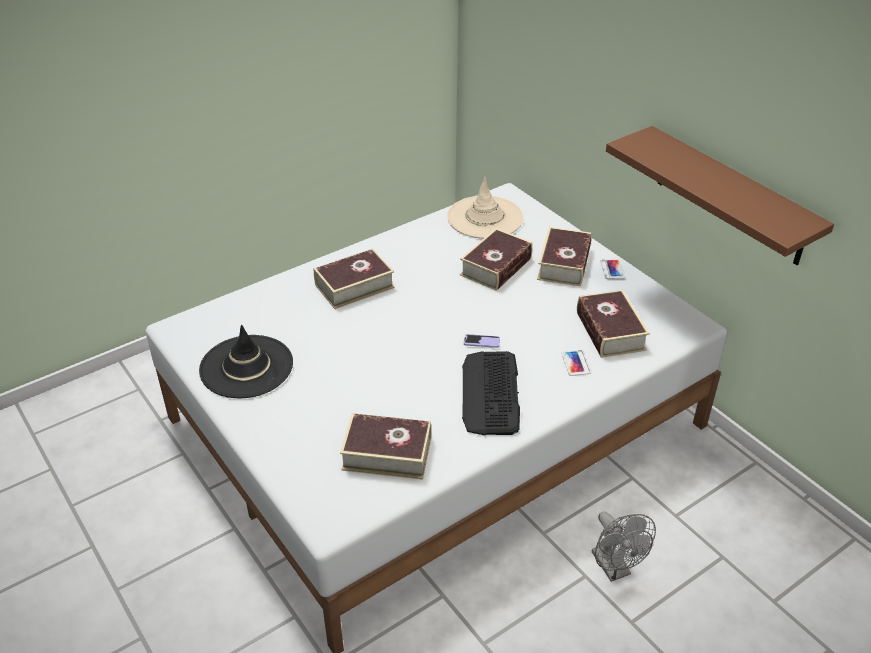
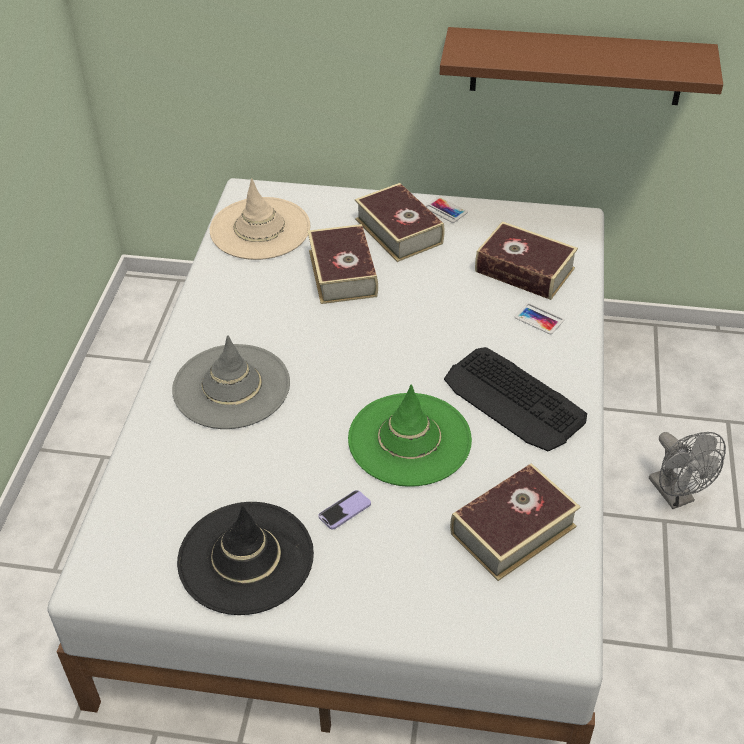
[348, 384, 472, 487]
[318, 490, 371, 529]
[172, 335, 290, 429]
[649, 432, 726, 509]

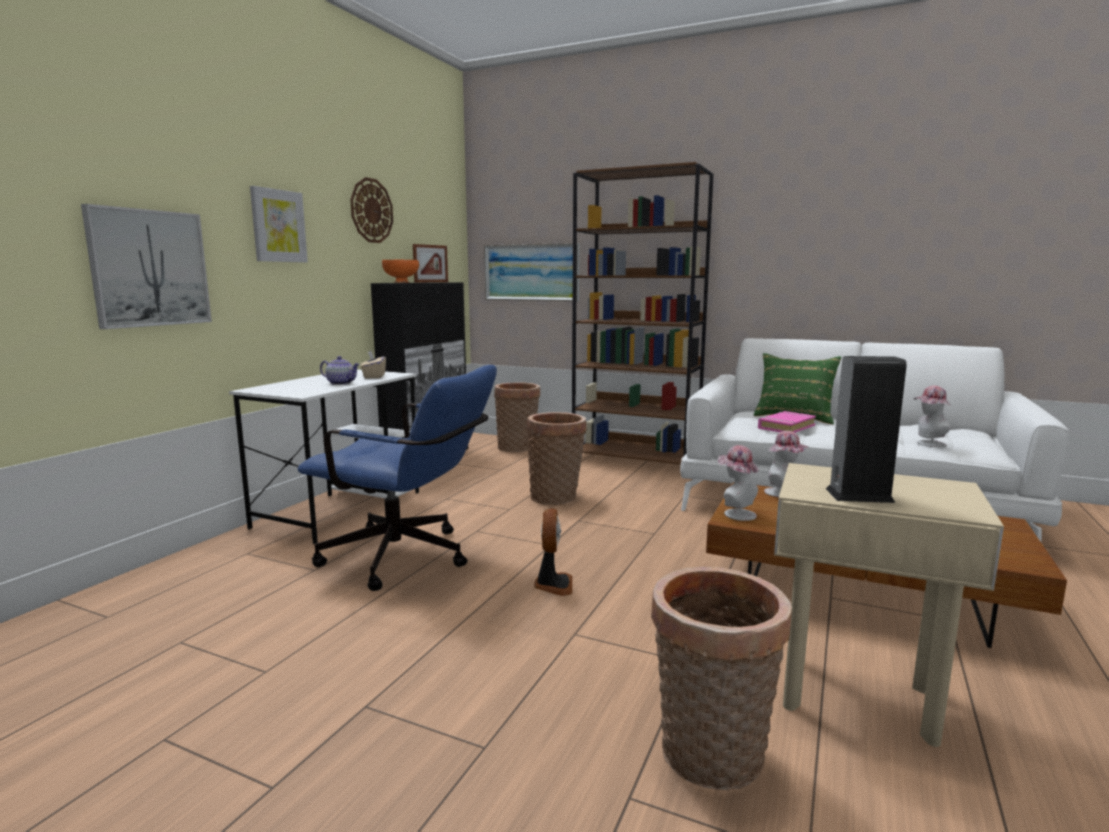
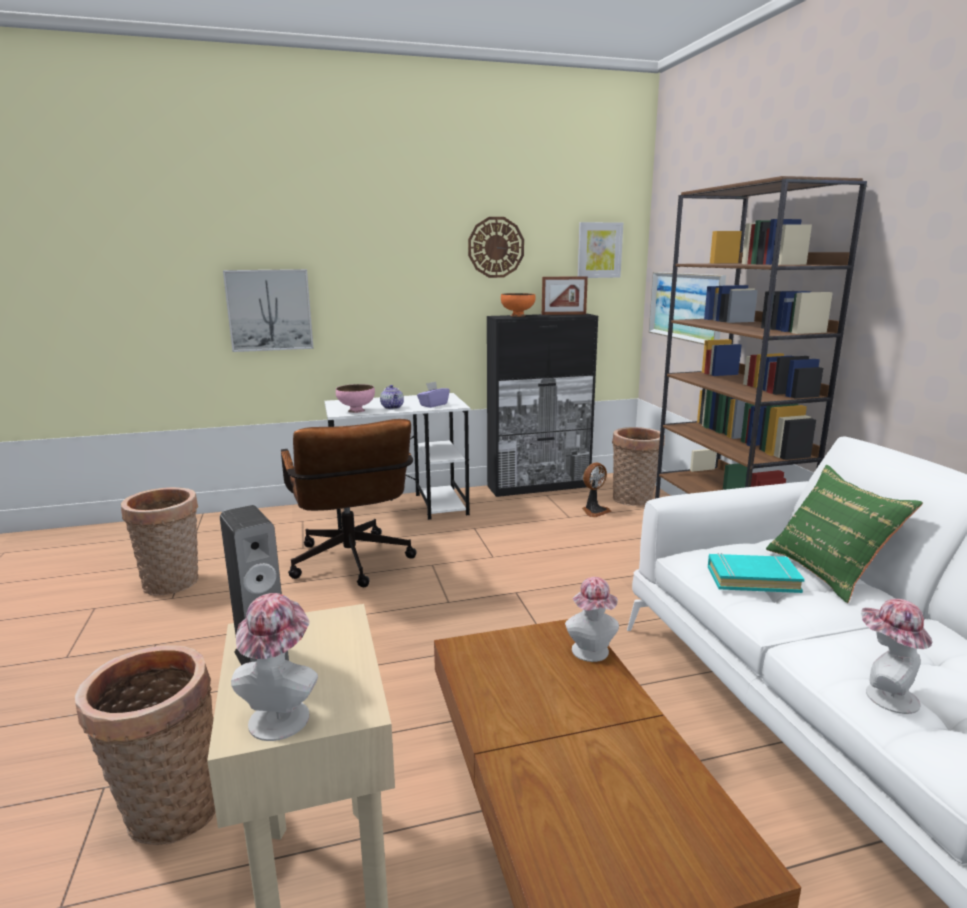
[336, 384, 375, 413]
[577, 222, 623, 278]
[121, 487, 199, 596]
[582, 463, 612, 518]
[231, 593, 318, 741]
[281, 419, 417, 587]
[417, 382, 450, 408]
[708, 553, 805, 593]

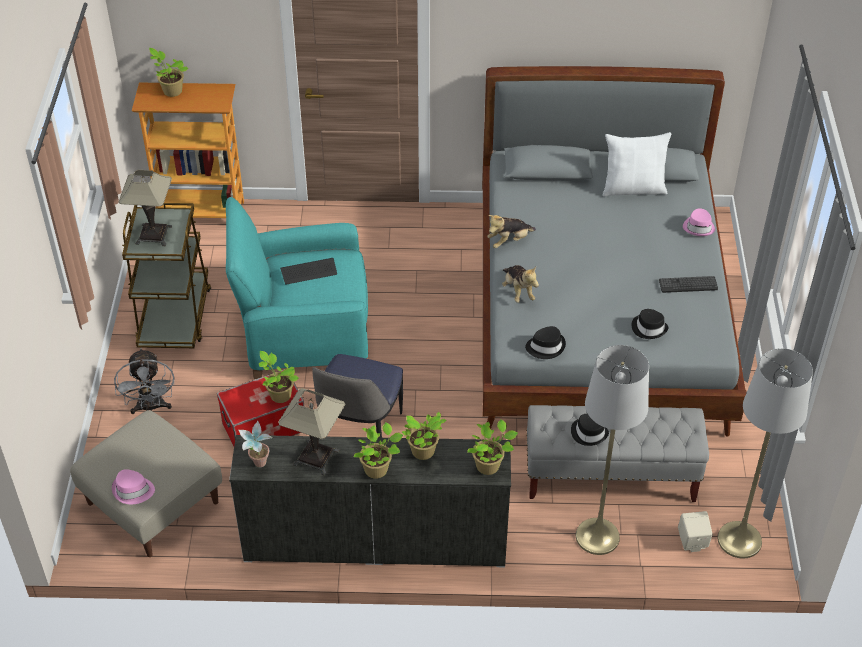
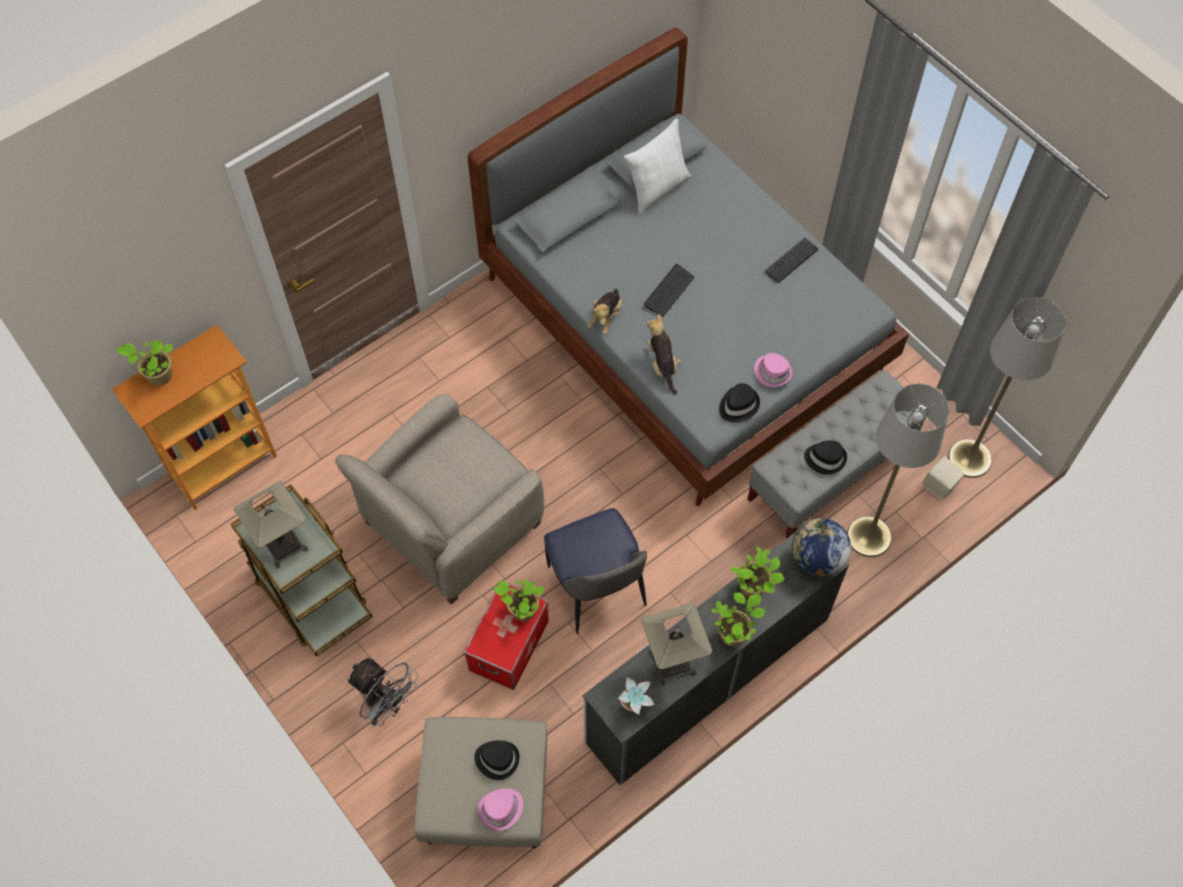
[644, 264, 694, 317]
[474, 740, 520, 780]
[754, 353, 794, 387]
[792, 518, 851, 577]
[335, 394, 544, 605]
[646, 314, 681, 395]

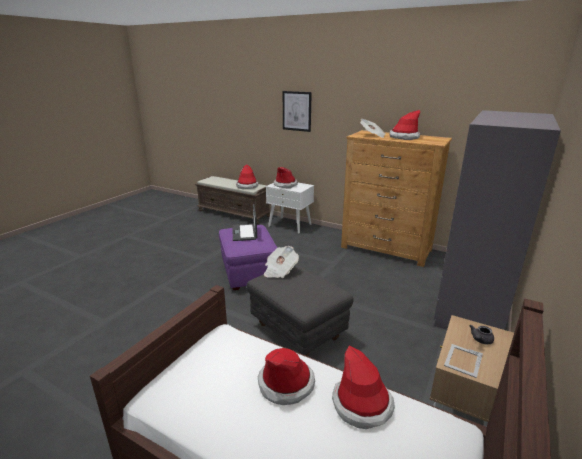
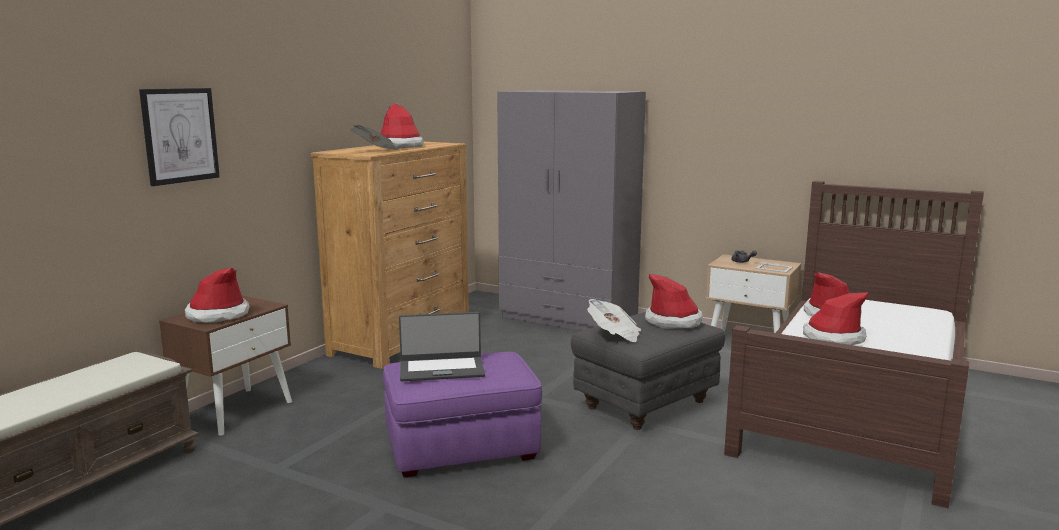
[645, 274, 703, 329]
[159, 296, 292, 436]

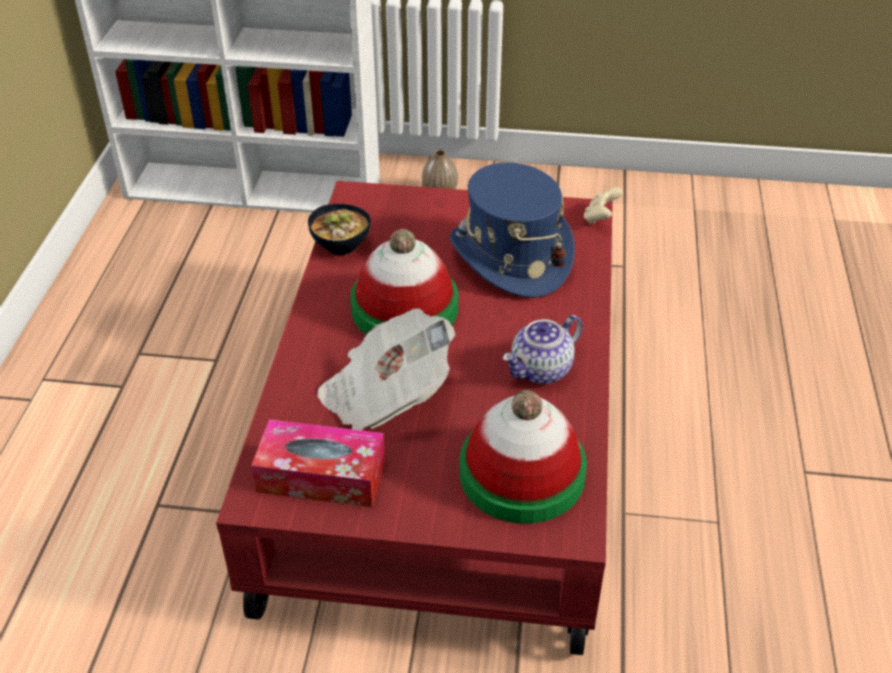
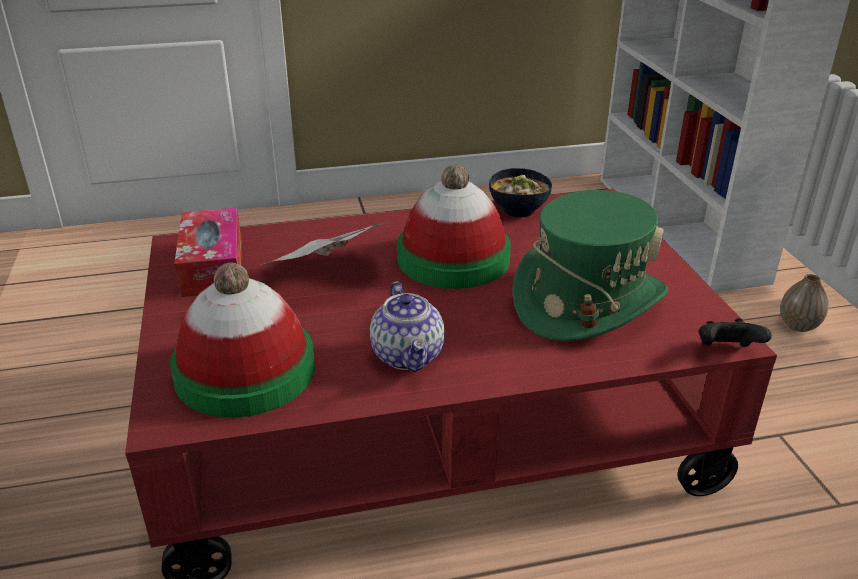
[512, 190, 668, 341]
[699, 318, 772, 347]
[370, 281, 445, 372]

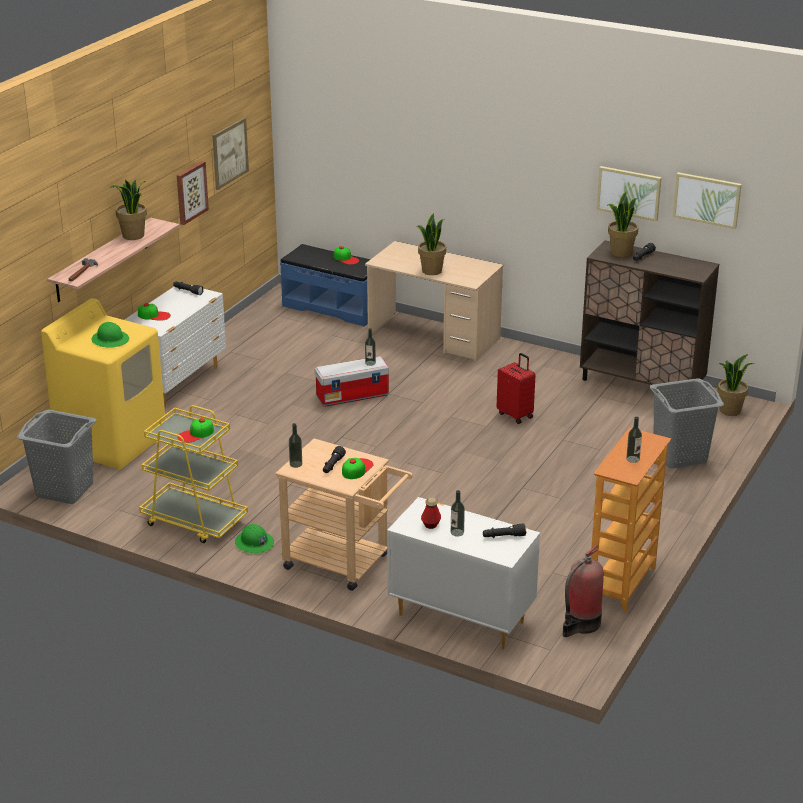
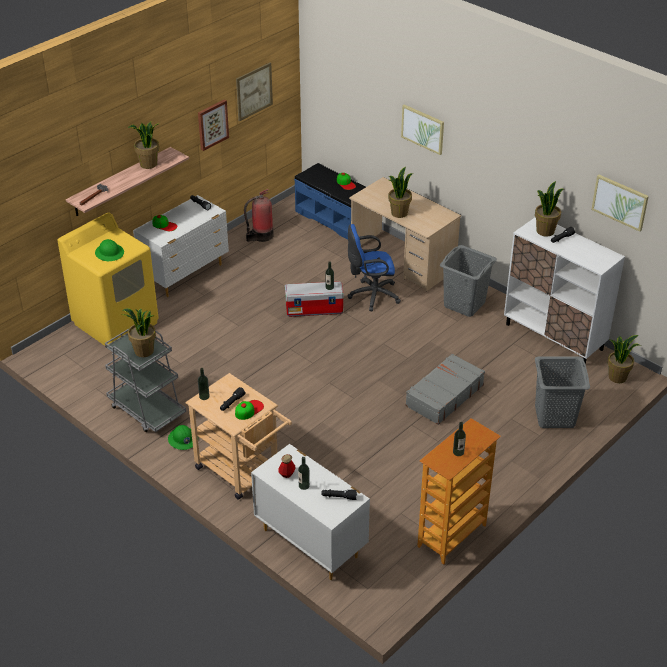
[497, 353, 535, 424] (first image)
[348, 224, 401, 311]
[405, 353, 485, 425]
[440, 245, 497, 317]
[244, 189, 274, 242]
[401, 105, 444, 155]
[122, 308, 156, 357]
[105, 329, 186, 432]
[504, 217, 625, 365]

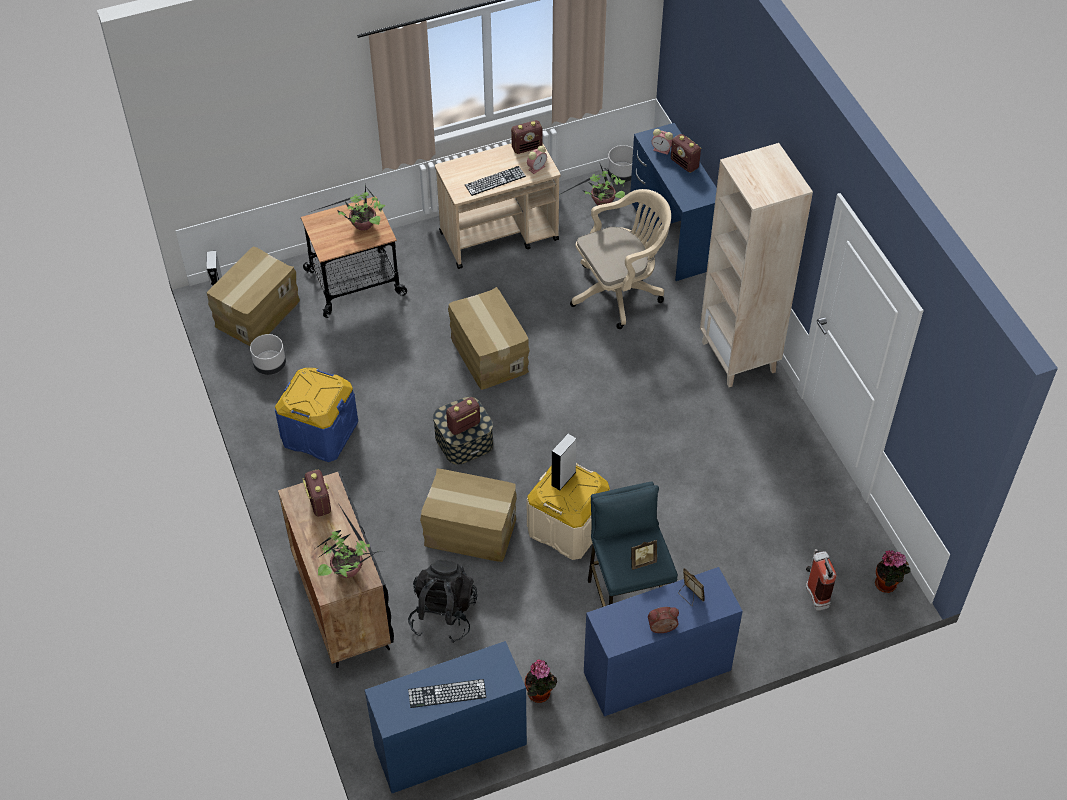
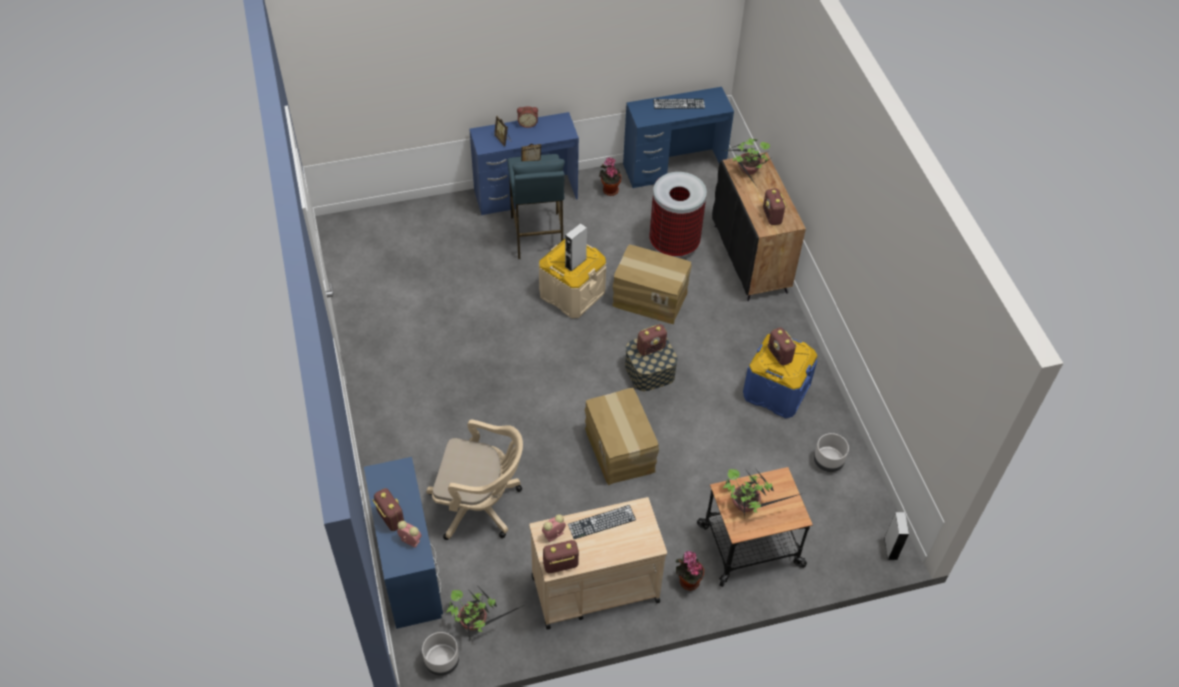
[207, 246, 300, 346] (first image)
[700, 143, 813, 387] (first image)
[805, 549, 837, 611] (first image)
[768, 327, 797, 366]
[676, 551, 704, 591]
[650, 172, 707, 258]
[426, 420, 523, 540]

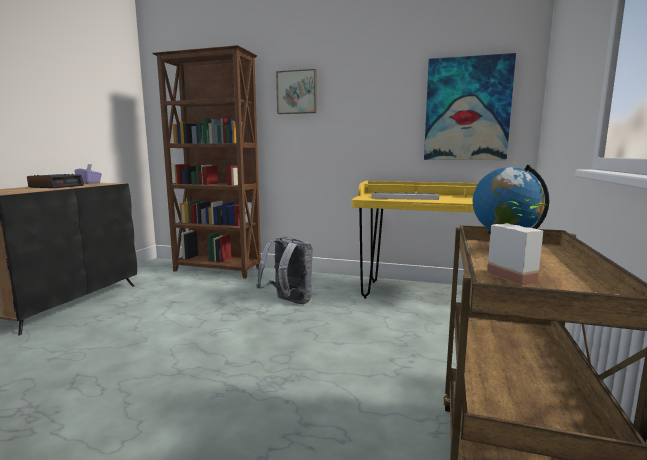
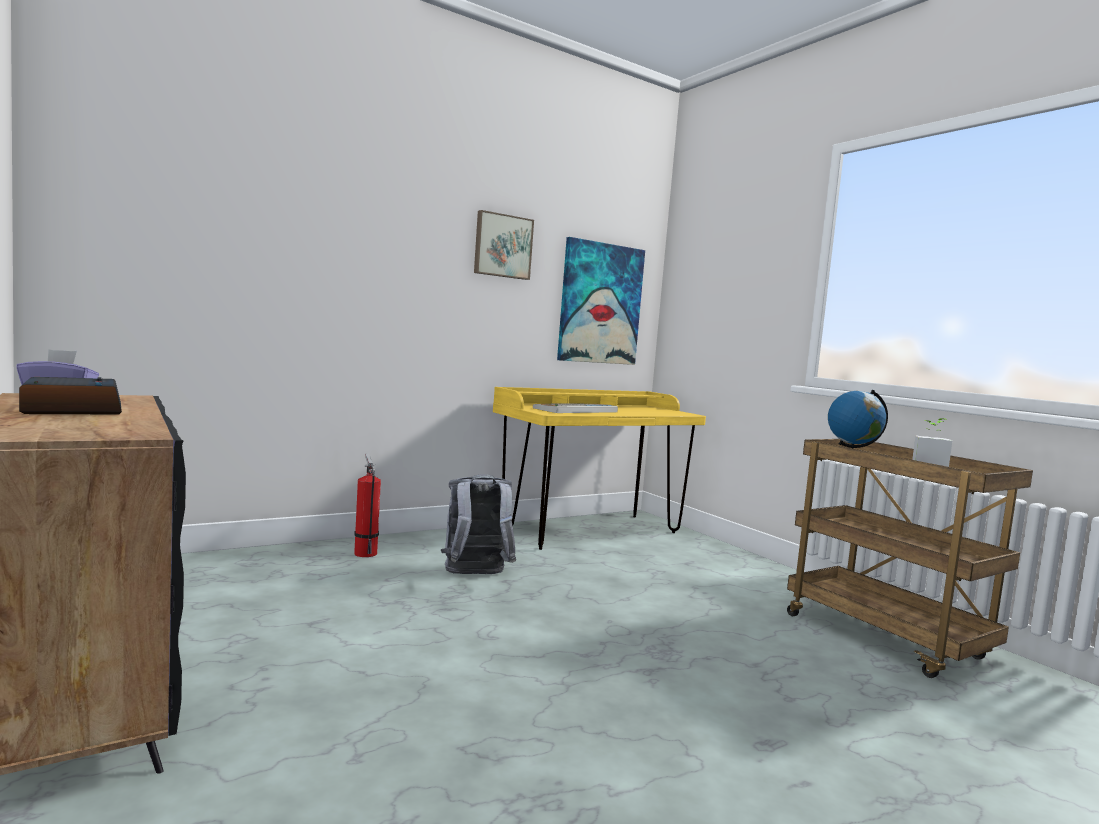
[152, 45, 261, 279] (first image)
[354, 454, 381, 557]
[474, 210, 534, 280]

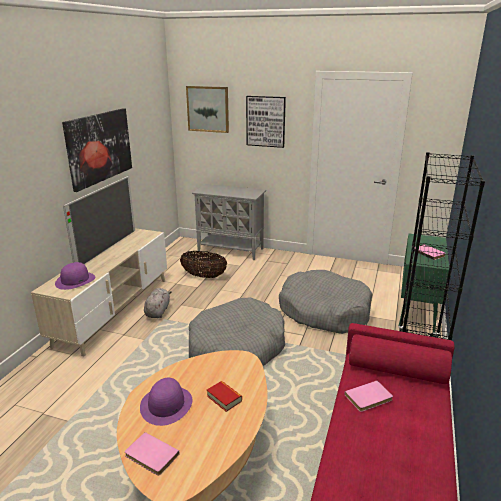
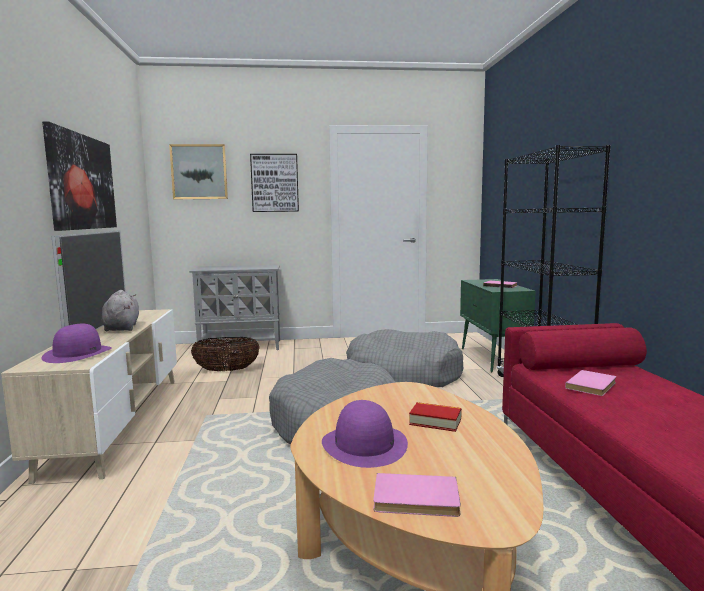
[101, 290, 139, 332]

